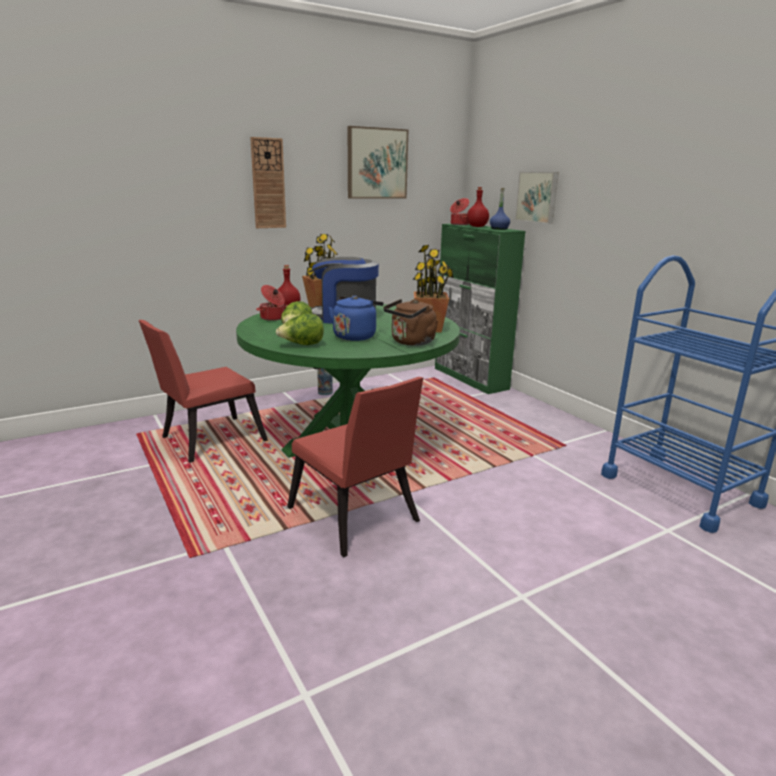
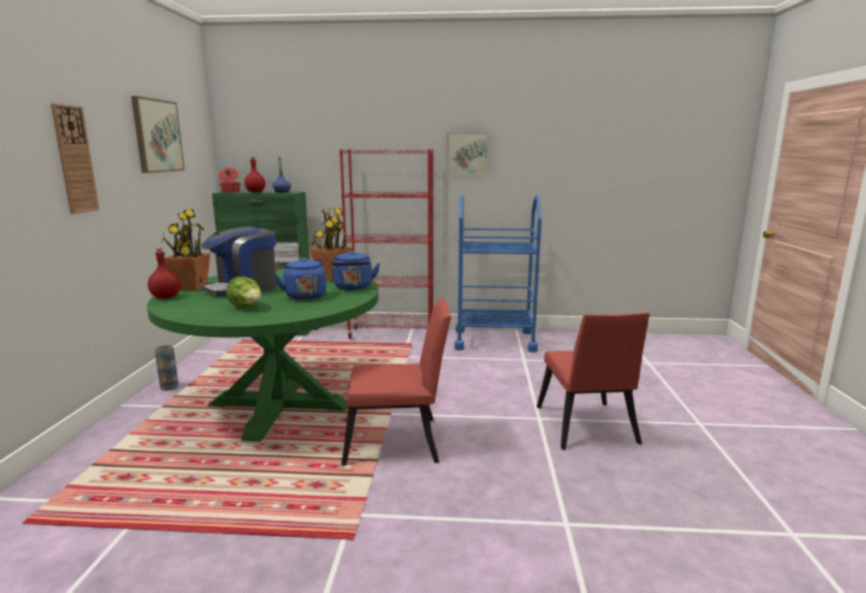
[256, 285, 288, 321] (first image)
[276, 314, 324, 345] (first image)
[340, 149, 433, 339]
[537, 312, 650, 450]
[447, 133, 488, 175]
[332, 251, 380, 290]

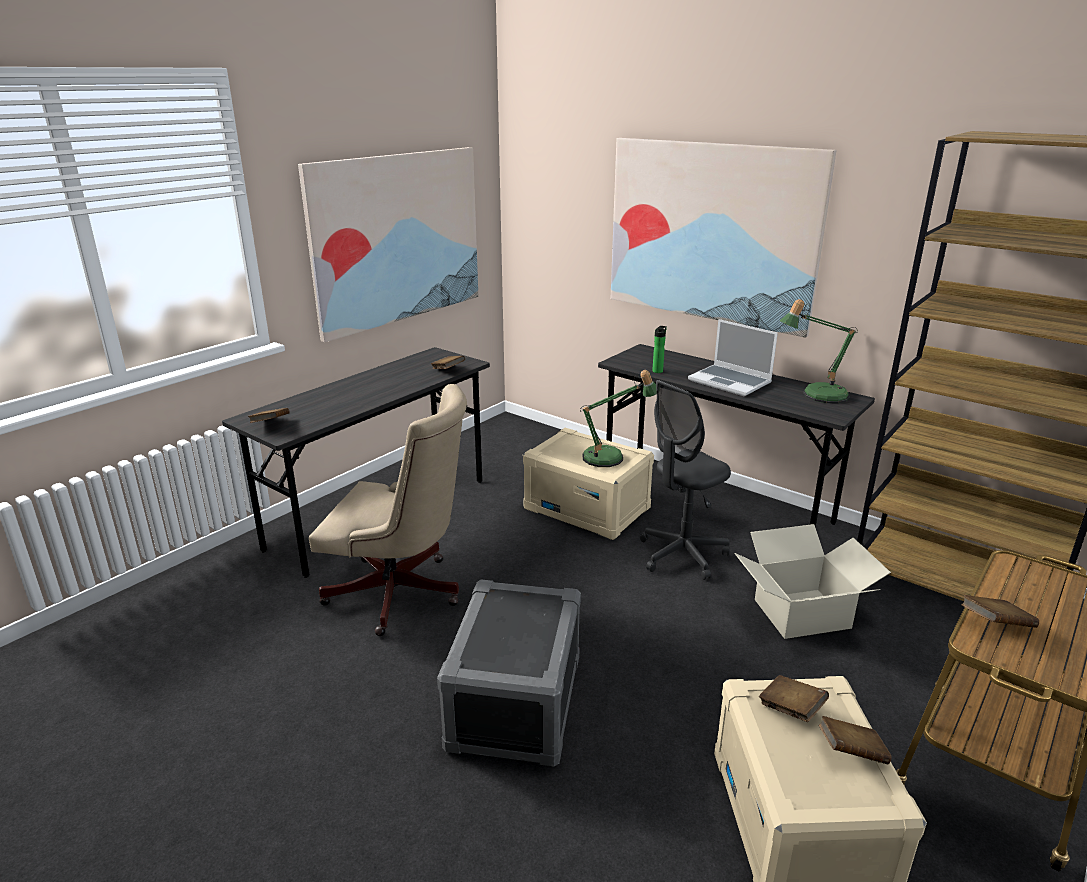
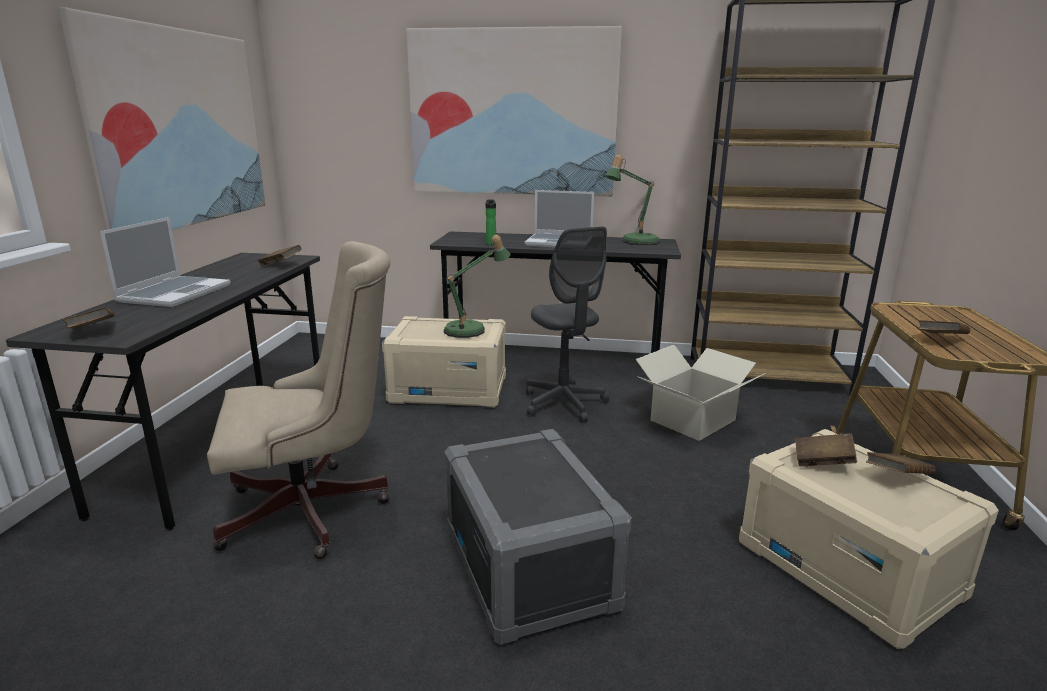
[100, 217, 231, 307]
[526, 227, 609, 423]

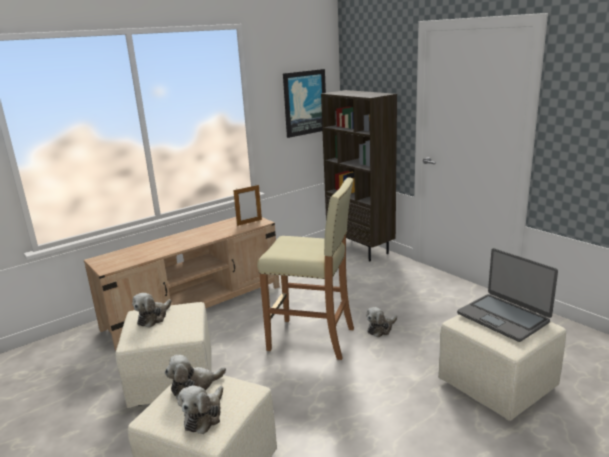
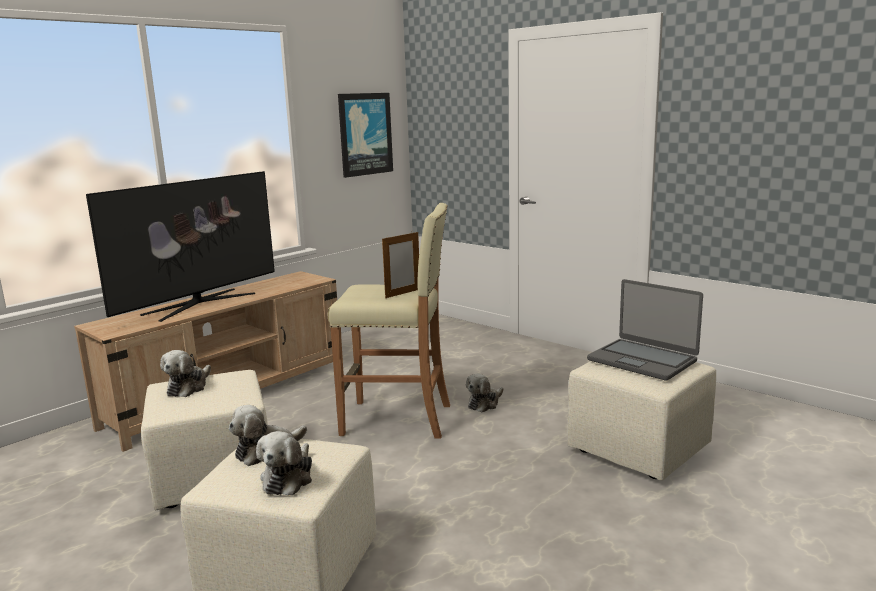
[321, 90, 397, 261] (first image)
[86, 171, 275, 322]
[382, 232, 419, 298]

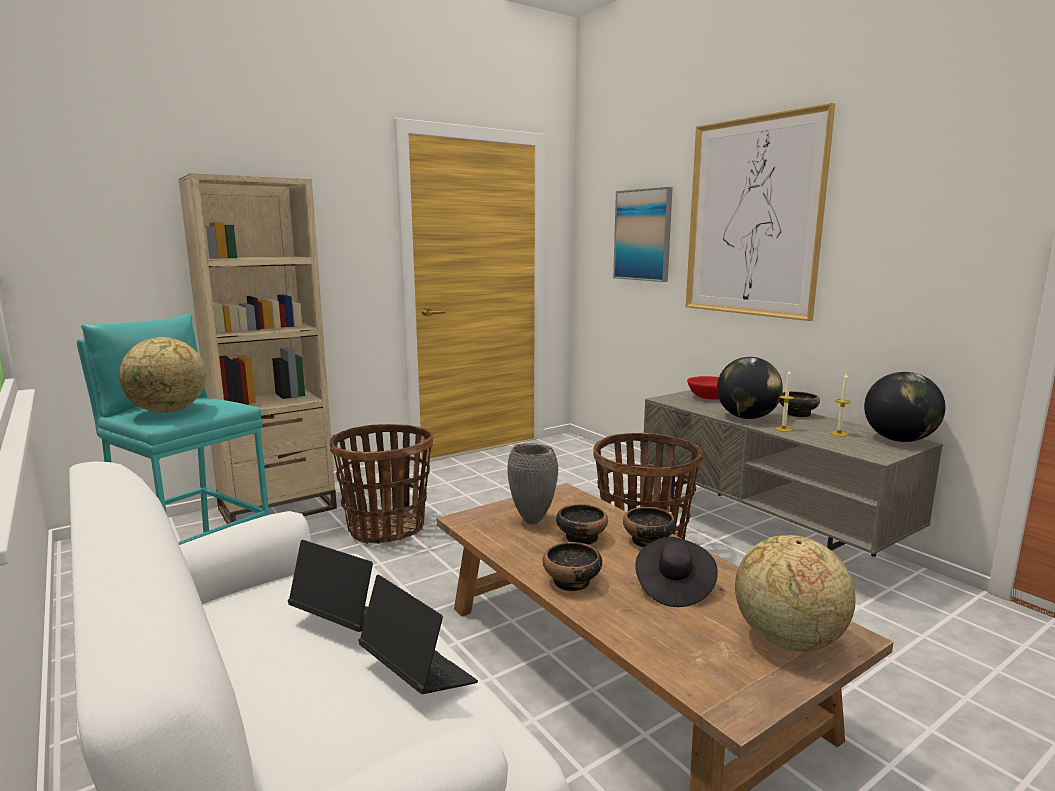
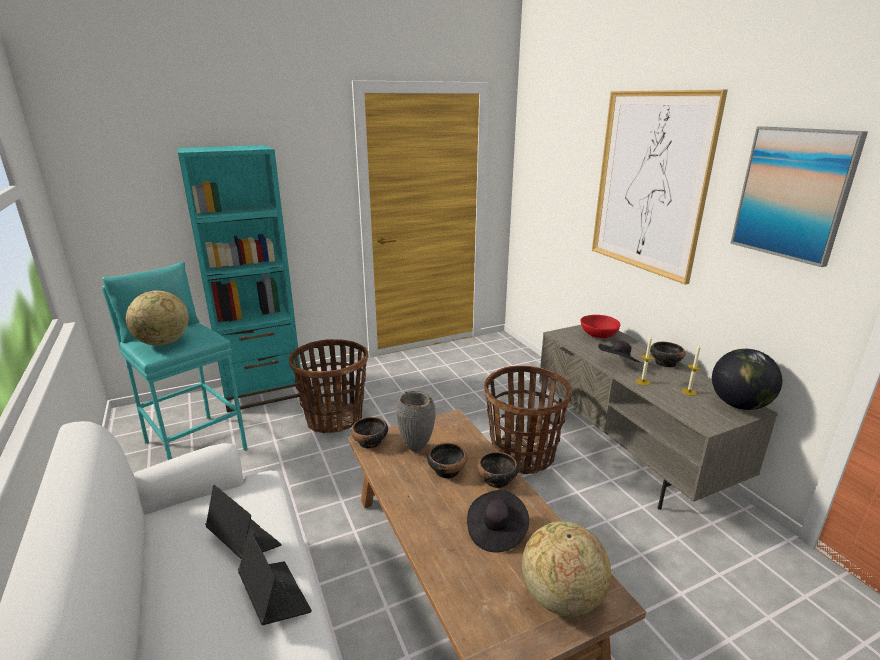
[351, 417, 388, 449]
[730, 126, 868, 267]
[598, 340, 642, 363]
[177, 145, 301, 413]

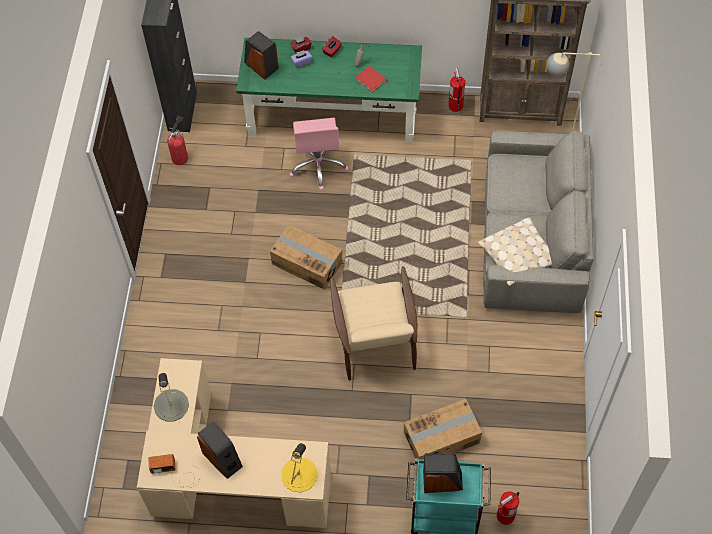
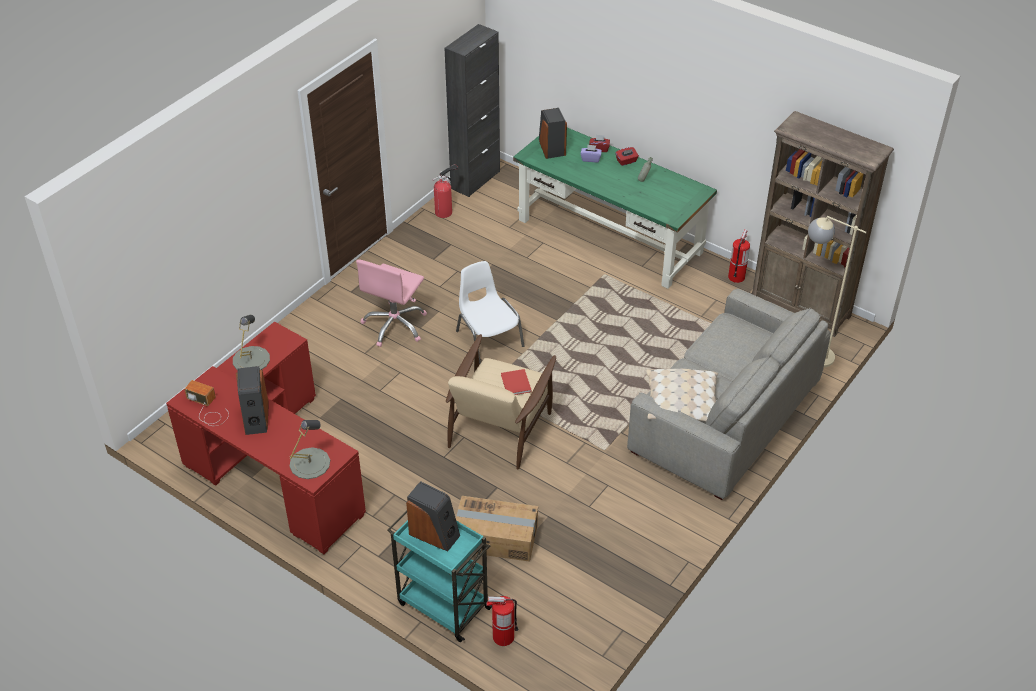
[356, 259, 427, 347]
[501, 369, 531, 395]
[456, 261, 524, 364]
[166, 322, 366, 554]
[289, 420, 330, 479]

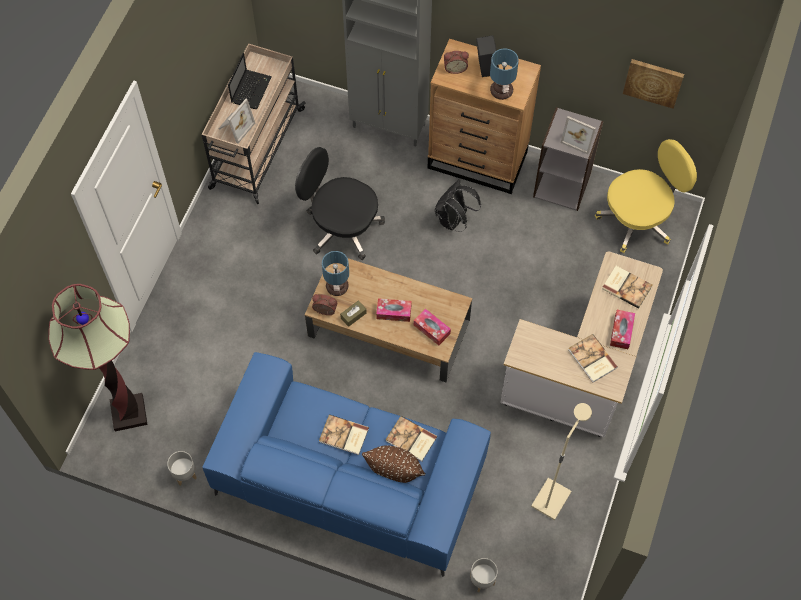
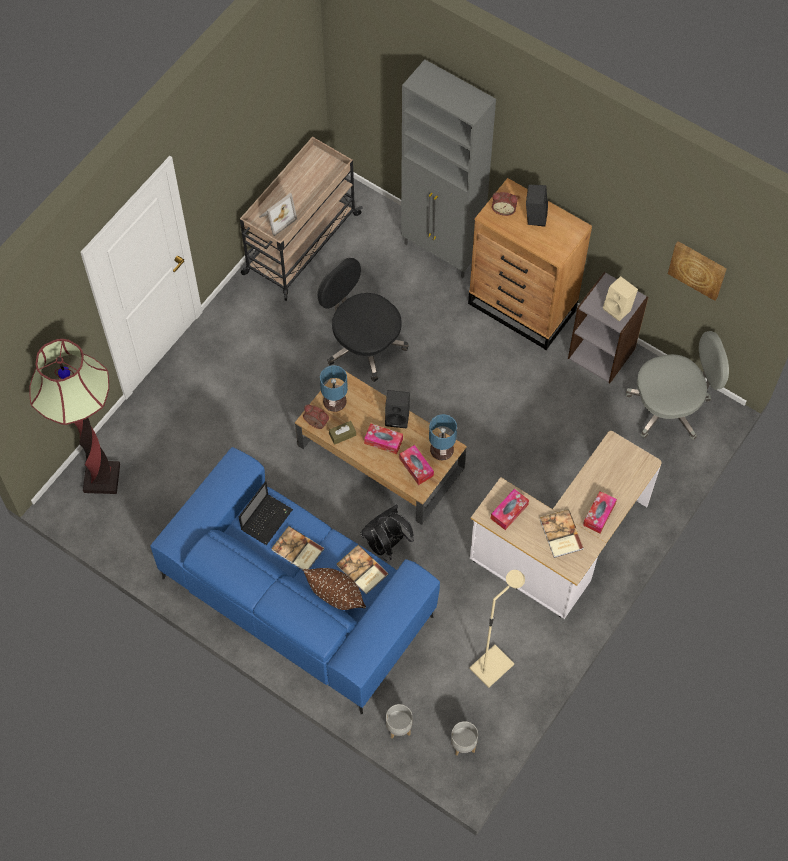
[602, 266, 652, 309] (first image)
[385, 390, 410, 429]
[491, 489, 529, 530]
[451, 721, 478, 756]
[239, 481, 293, 545]
[361, 504, 414, 561]
[429, 414, 457, 460]
[603, 276, 638, 322]
[626, 331, 729, 440]

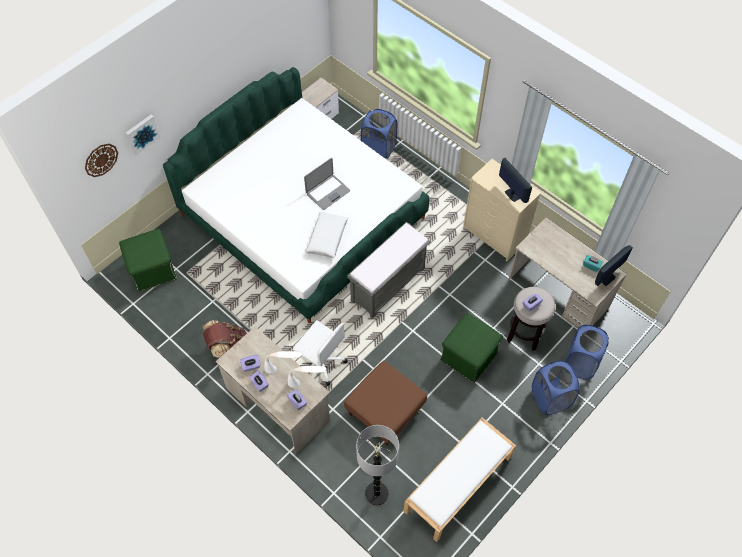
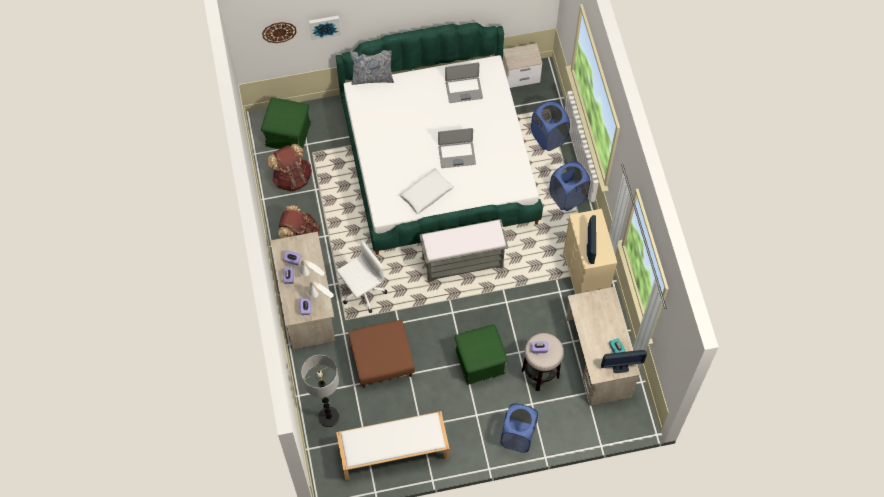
[267, 144, 312, 192]
[350, 50, 394, 85]
[445, 63, 483, 103]
[549, 161, 590, 211]
[337, 240, 387, 313]

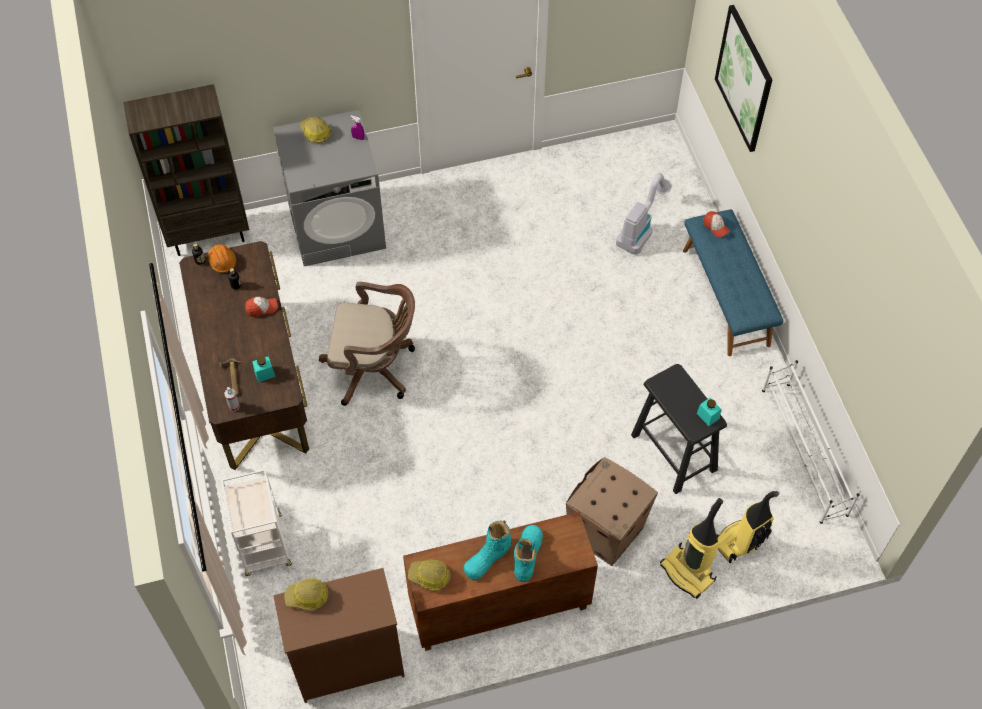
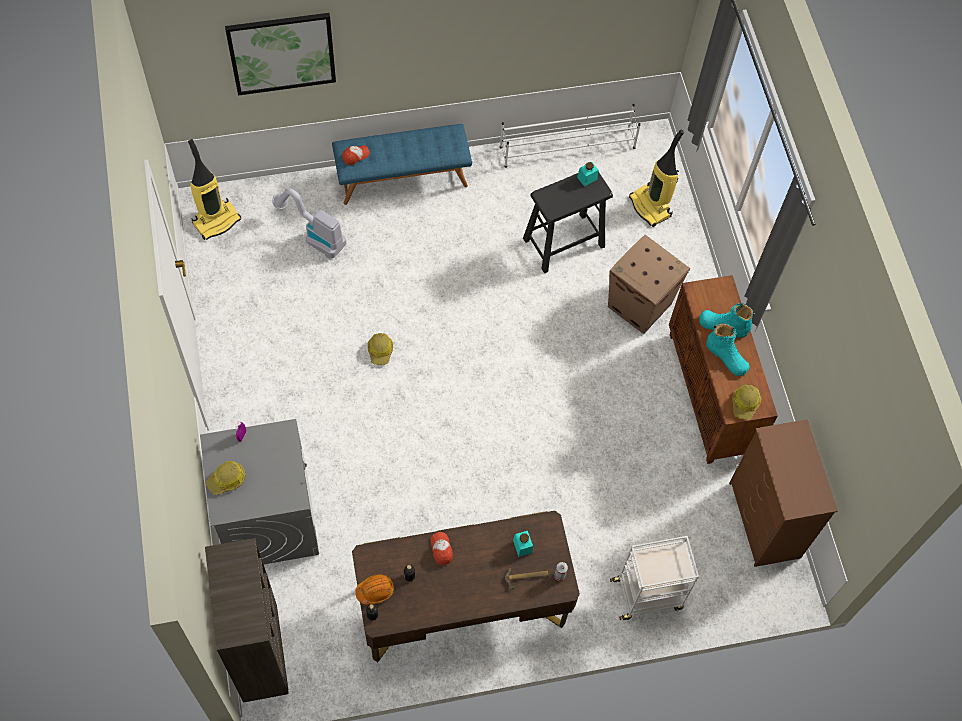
[319, 282, 415, 406] (first image)
[368, 333, 393, 365]
[188, 139, 241, 240]

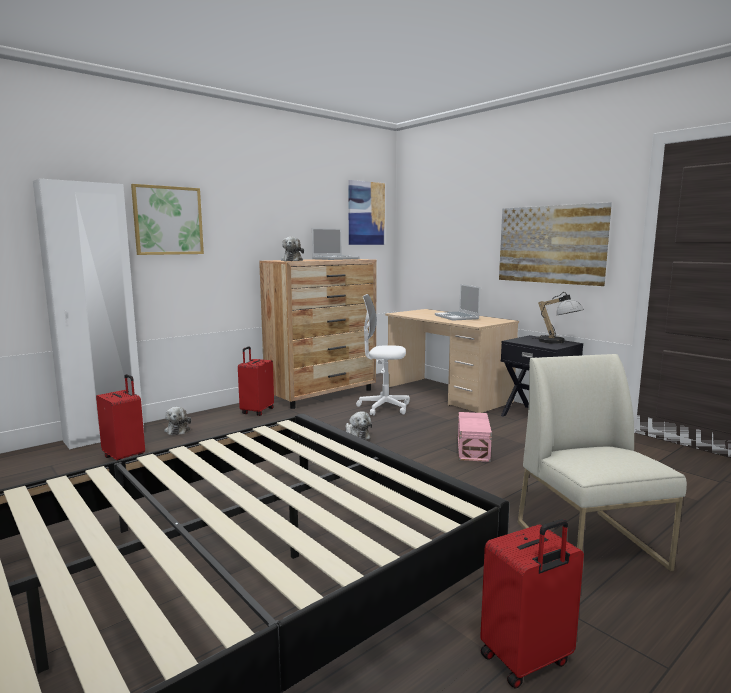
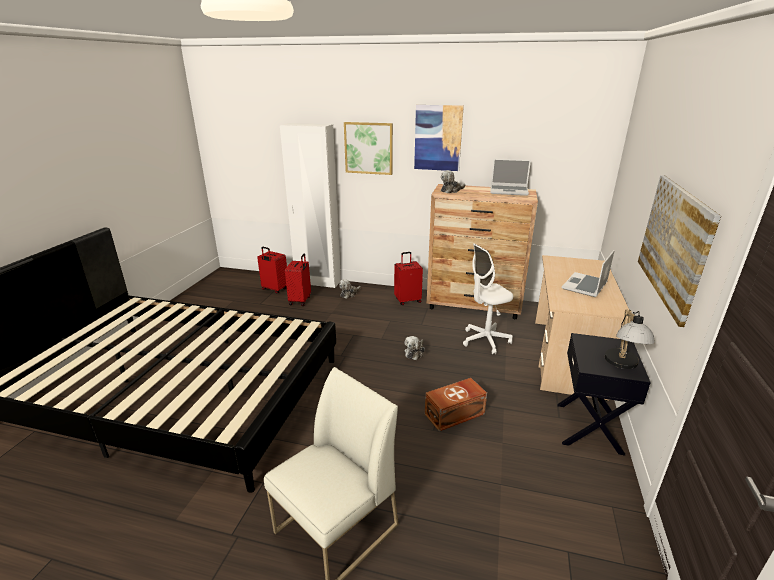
[414, 105, 464, 171]
[257, 247, 287, 294]
[425, 378, 487, 431]
[463, 243, 513, 354]

